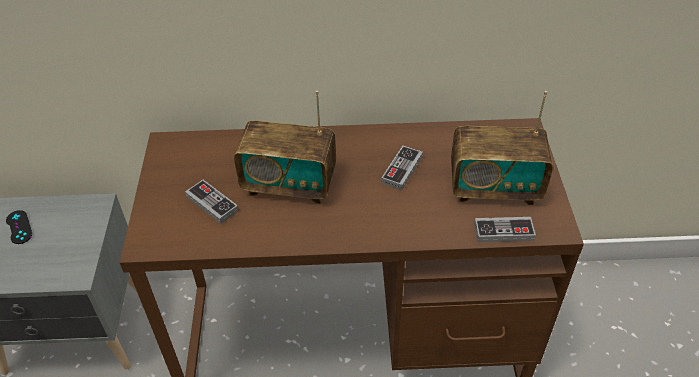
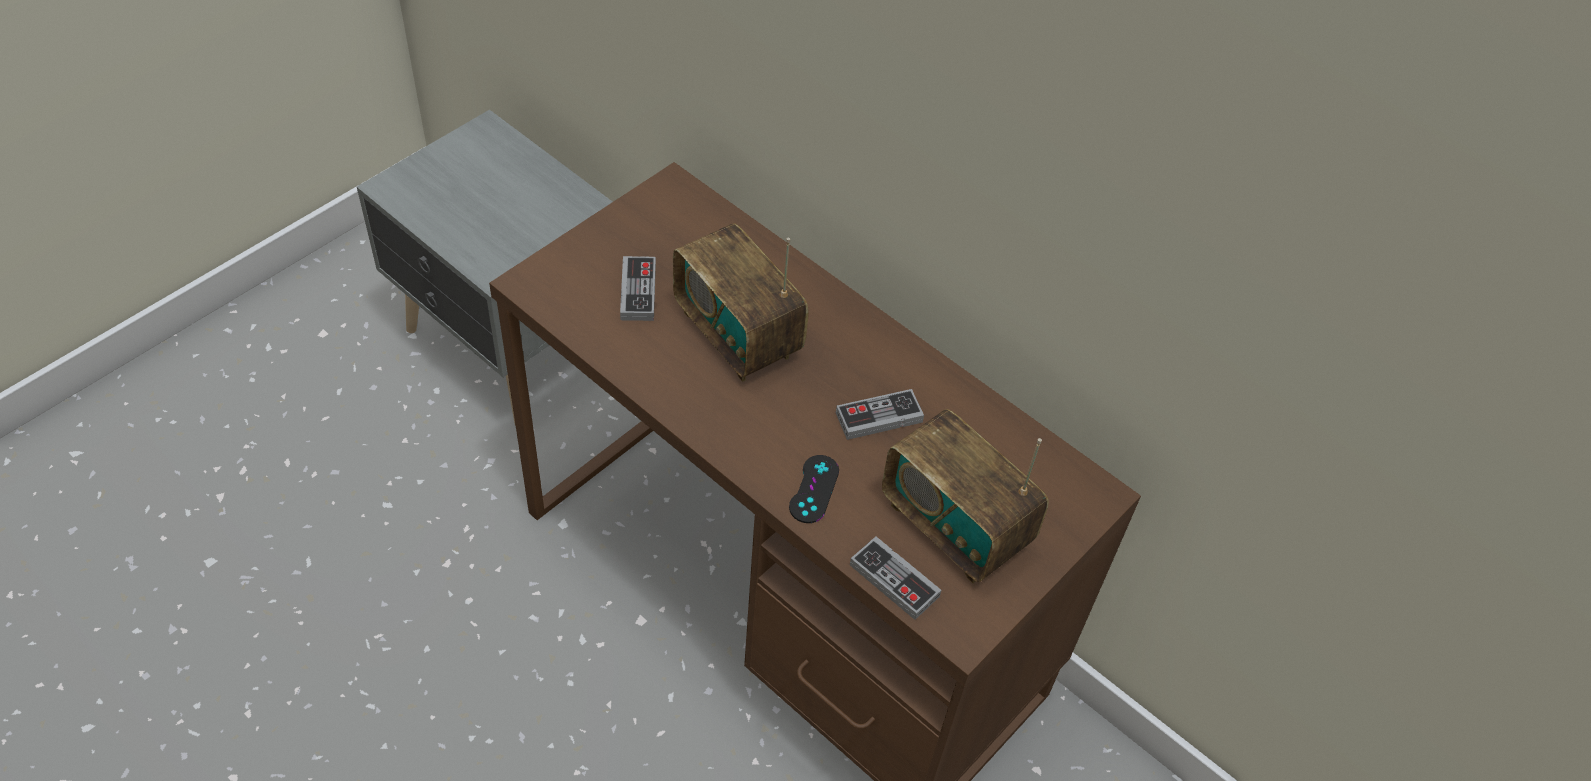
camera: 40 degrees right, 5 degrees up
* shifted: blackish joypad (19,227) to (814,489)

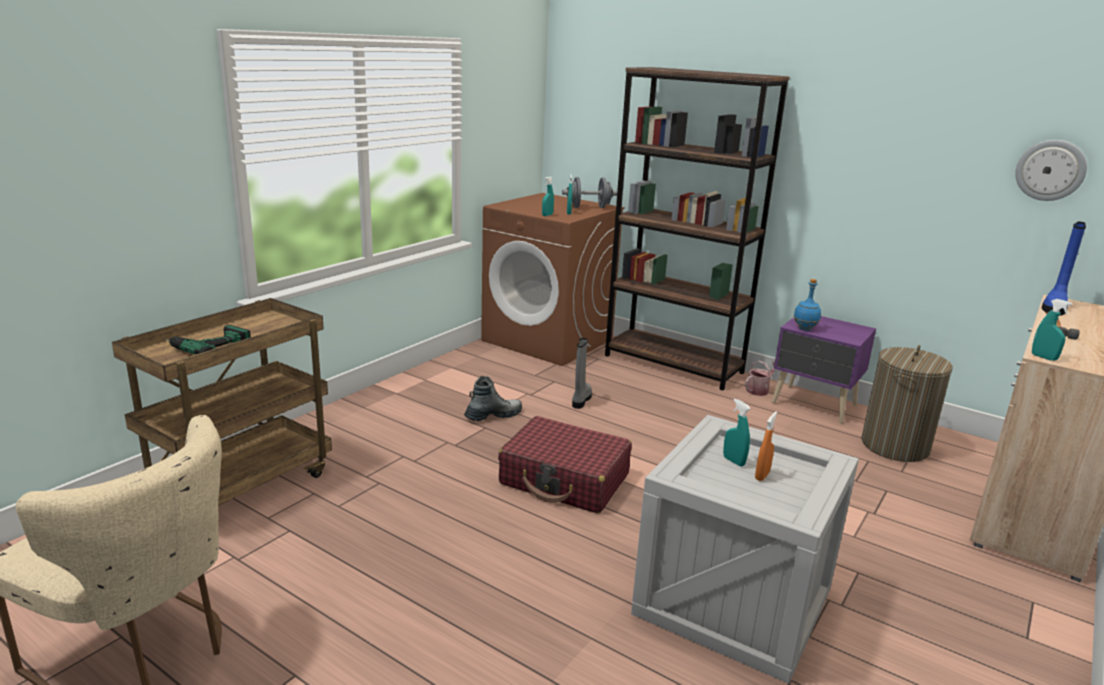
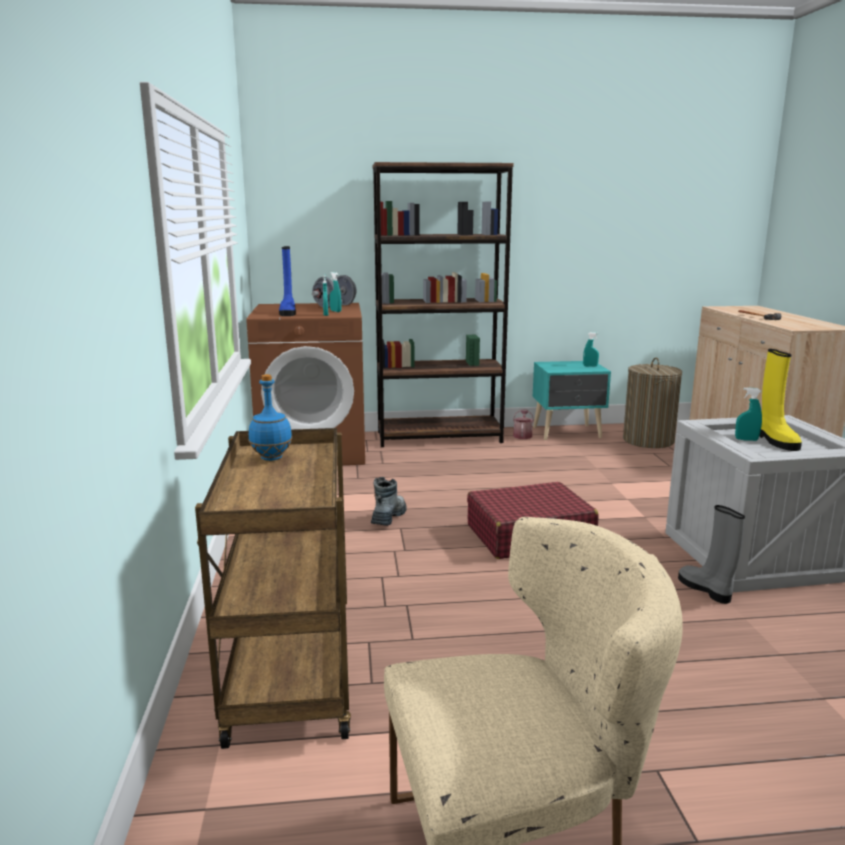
camera: 40 degrees left, 5 degrees down
* gone: wall clock (1050,170)
* shifted: blue-coloured boot (1054,307) to (288,313)
* shifted: blue-coloured beverage bottle (804,329) to (271,458)
* shifted: turquoise-coloured spray bottle (1043,357) to (590,366)
* repainted: purple-coloured night table (814,405) to turquoise-coloured night table (568,433)
* gone: power drill (204,344)
* shifted: gray boot (581,400) to (706,590)
* swapped: orangey spray bottle (762,475) to yellowish boot (775,441)

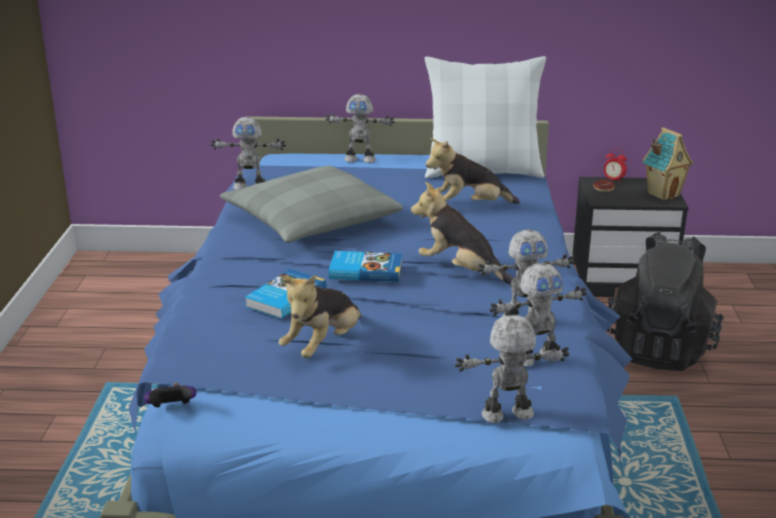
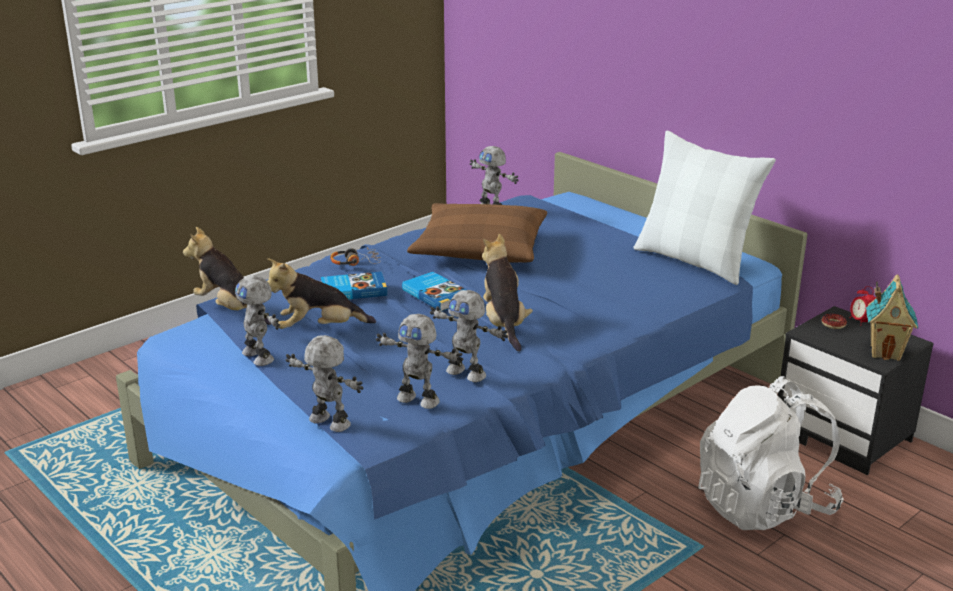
camera: 45 degrees right, 0 degrees up
* shifted: model robot (360,159) to (259,356)
* shifted: cuddly toy (468,206) to (230,310)
* repainted: gray throw pillow (311,221) to brown-coloured throw pillow (479,248)
* repainted: blackish knapsack (660,349) to white knapsack (763,506)
* gone: joypad (172,409)
* new: headphones (355,262)

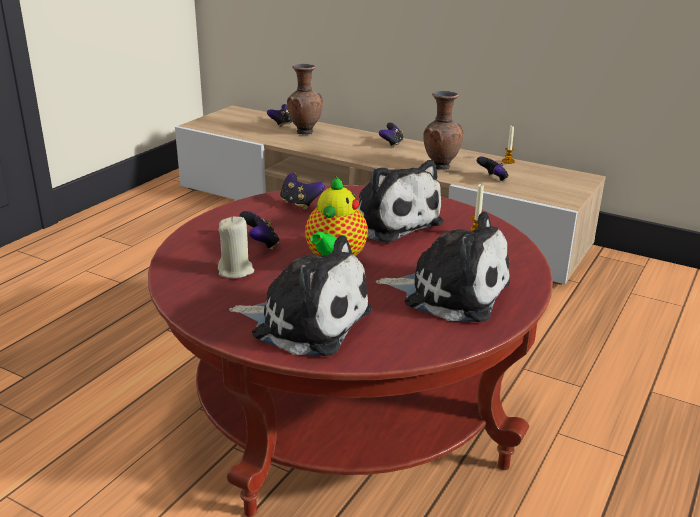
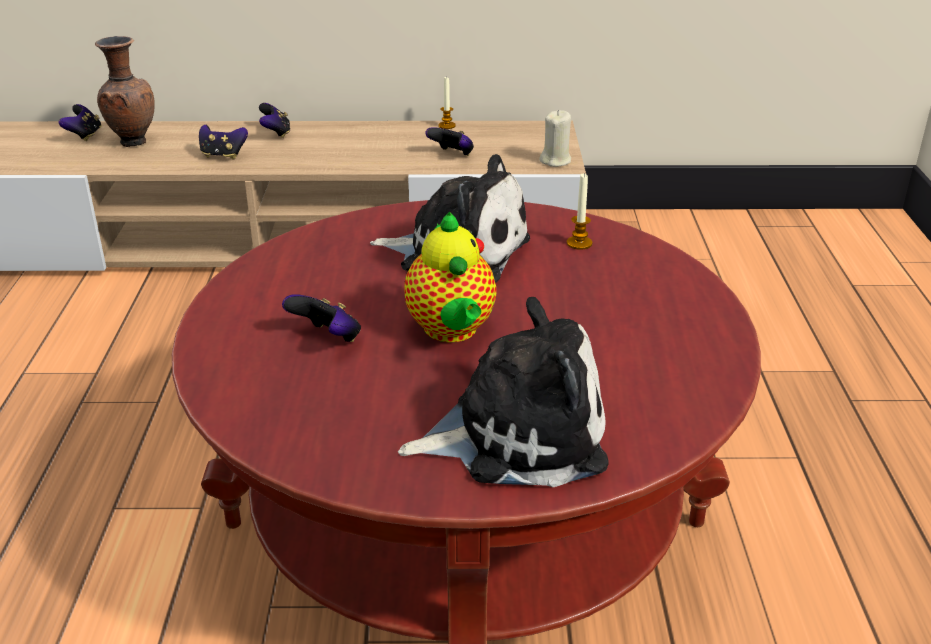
camera: 30 degrees left, 5 degrees up
* gone: brown-coloured vase (440,167)
* shifted: joypad (300,204) to (223,155)
* gone: cuddly toy (450,293)
* shifted: beige-coloured wax candle (236,271) to (555,161)

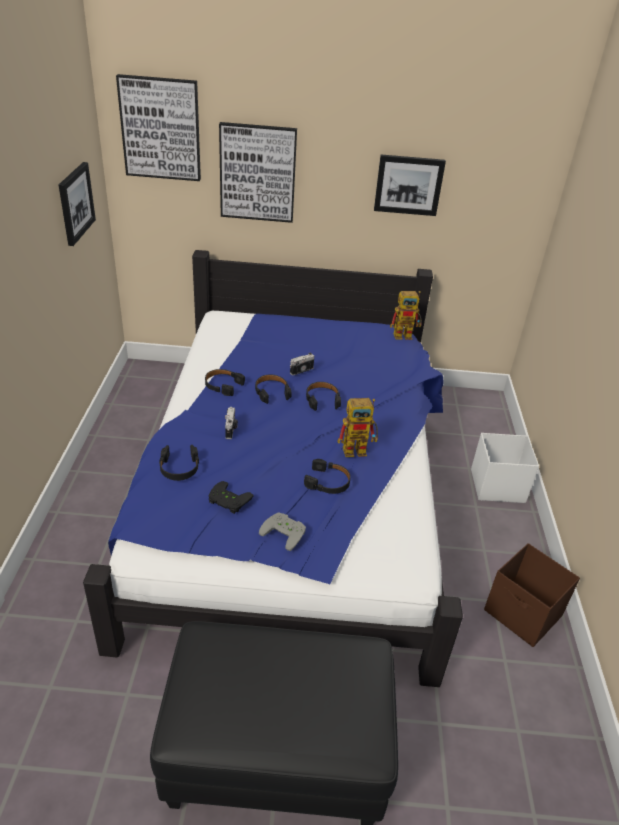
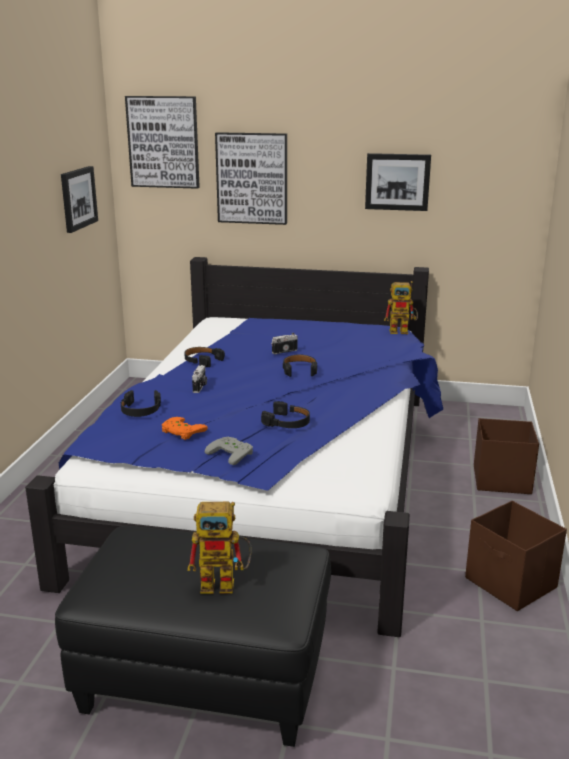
camera: 10 degrees right, 15 degrees down
* gone: blackish headphones (271,392)
* shifted: model robot (359,449) to (225,583)
* repainted: white storage box (496,486) to brown-coloured storage box (500,480)
* repainted: blackish joypad (227,501) to orangey joypad (181,431)

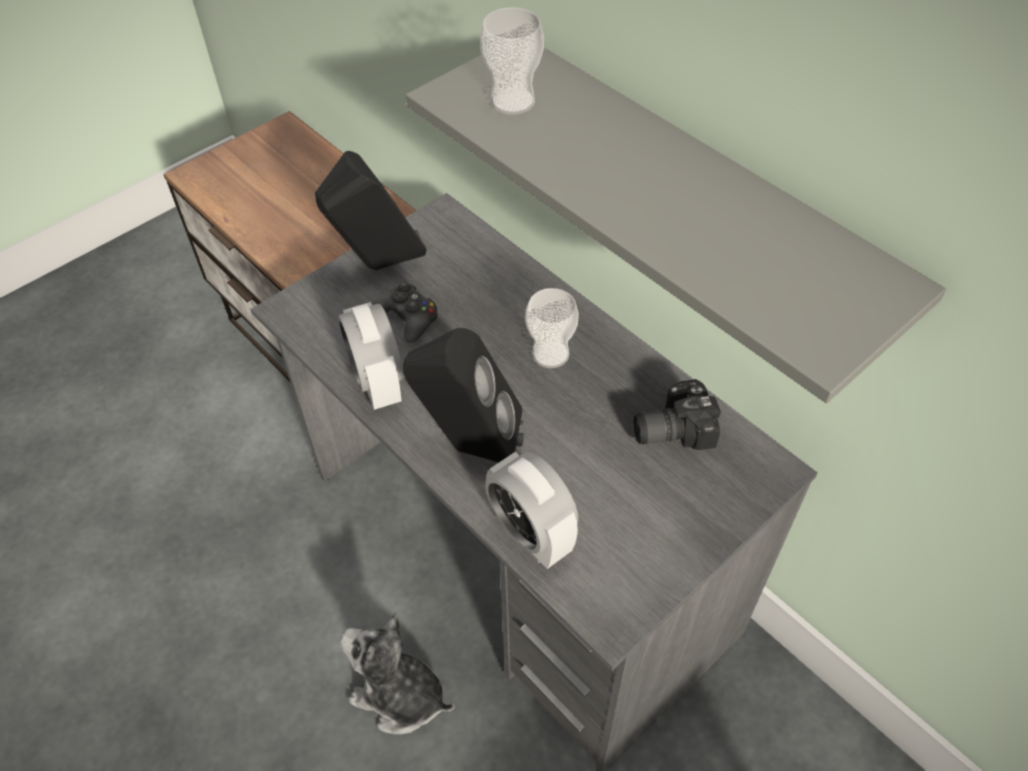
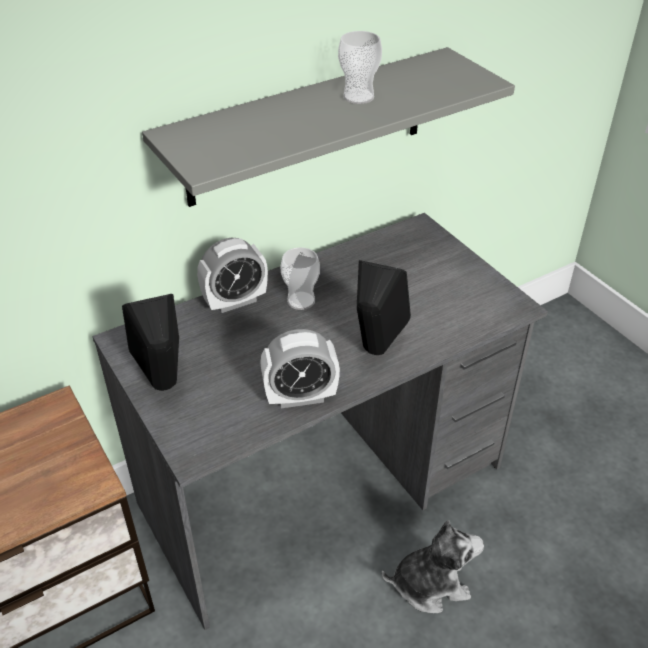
camera: 80 degrees left, 10 degrees down
* shifted: cup (512,101) to (358,97)
* gone: blackish joypad (408,318)
* gone: still camera (670,428)
* shifted: table clock (531,534) to (235,301)
* rotated: cuddly toy (399,695) = (430,584) 135 degrees counterclockwise

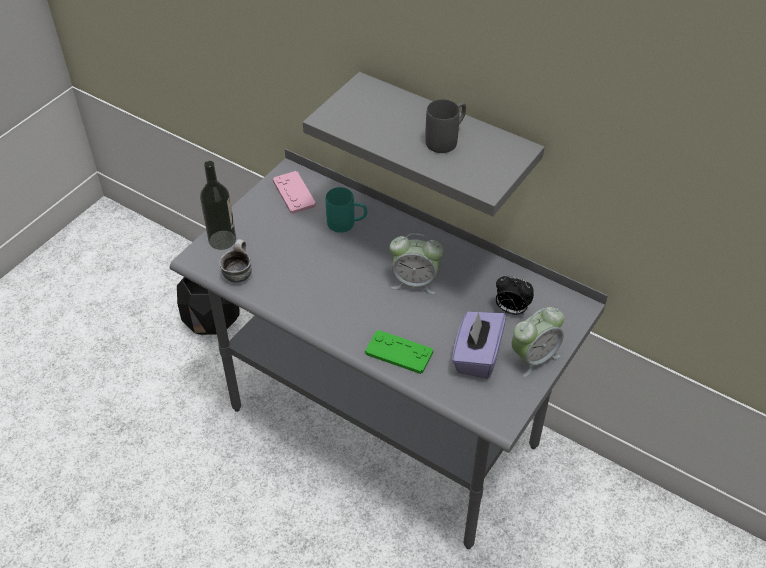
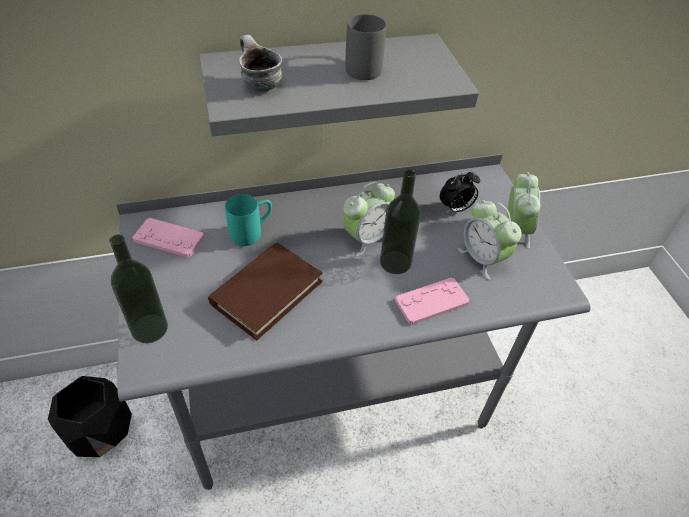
camera: 50 degrees left, 0 degrees up
* shifted: mug (238,272) to (258,83)
* swapped: purple-coloured tissue box (477,356) to table clock (482,258)
* repainted: green-coloured joypad (399,353) to pink-coloured joypad (431,302)
* new: beverage bottle (395,262)
* new: brown-coloured book (267,292)

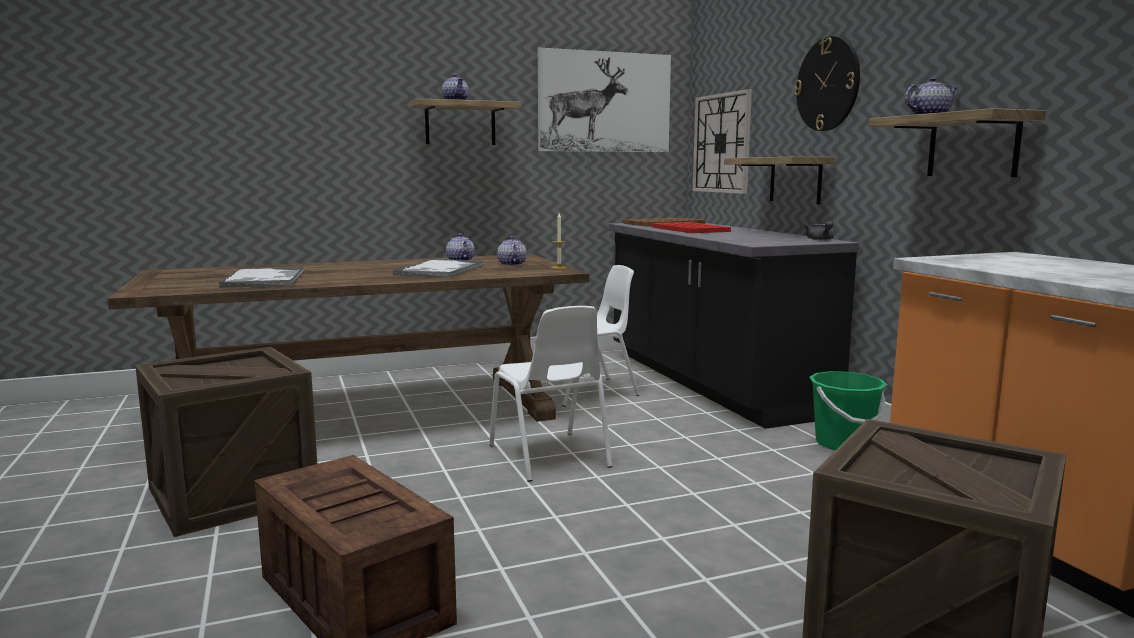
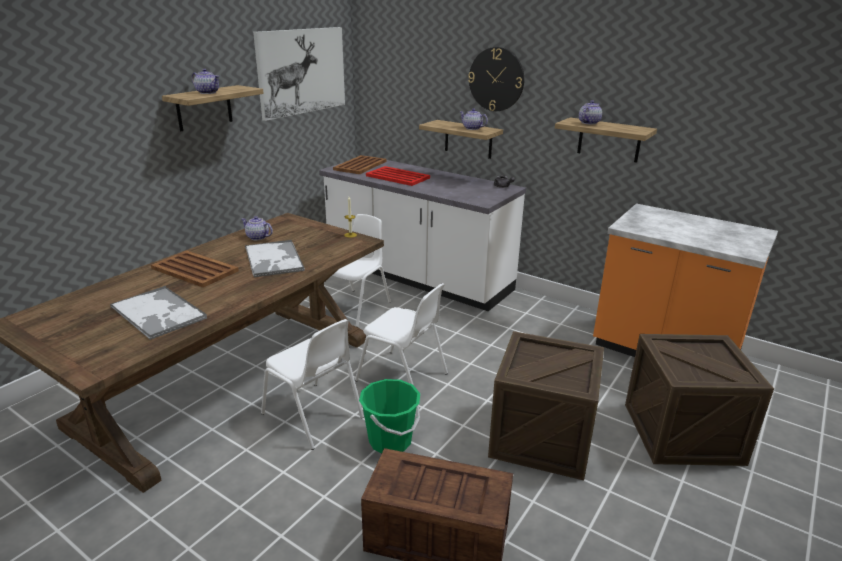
camera: 35 degrees left, 15 degrees up
* gone: wall clock (722,143)
* repainted: blackish kitchen counter (709,382) to white kitchen counter (417,277)
* shifted: pot for tea (511,264) to (472,128)
* shifted: packing crate (233,494) to (541,438)
* shifted: green-coloured bucket (842,444) to (390,440)
* new: brown-coloured tray (194,269)
* new: white plain chair (313,416)

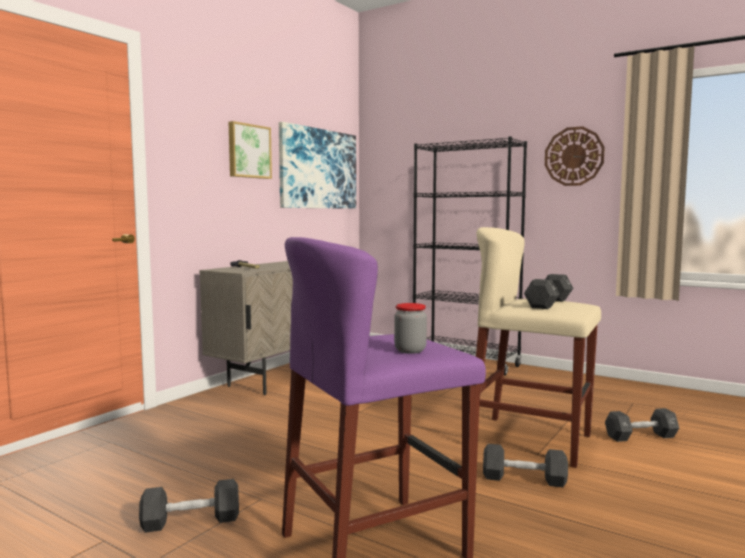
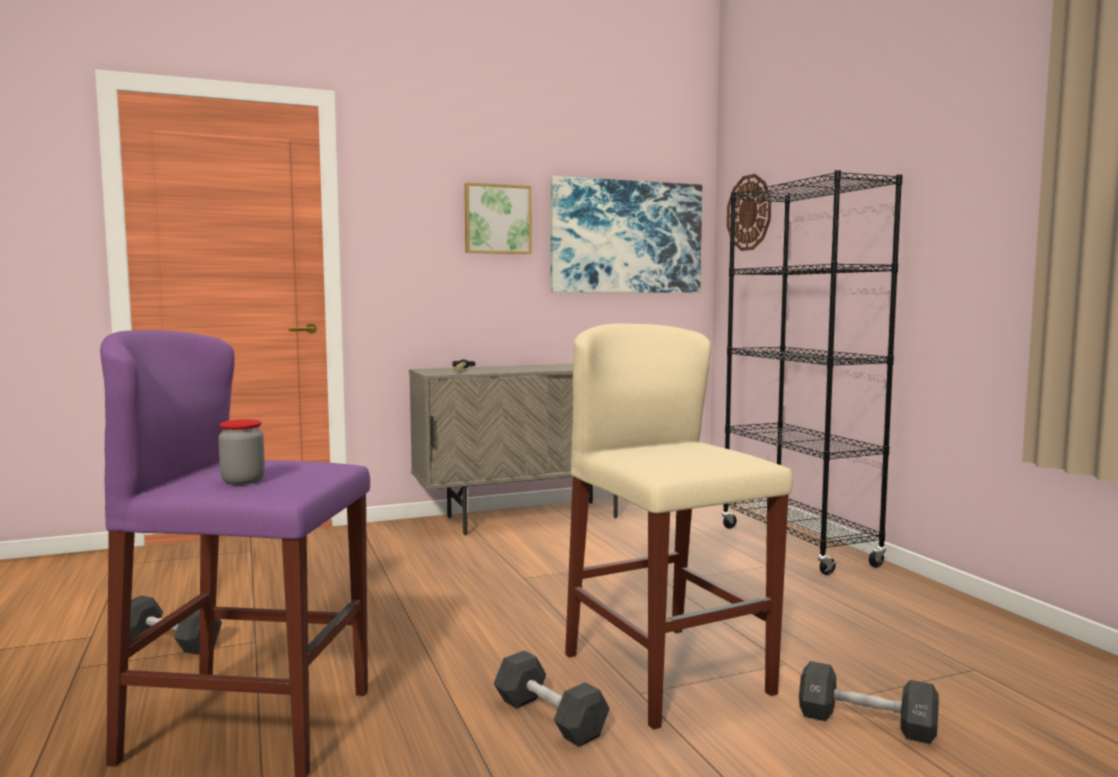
camera: 35 degrees right, 0 degrees up
* shifted: wall clock (574,156) to (749,213)
* gone: blackish free weight (549,303)

